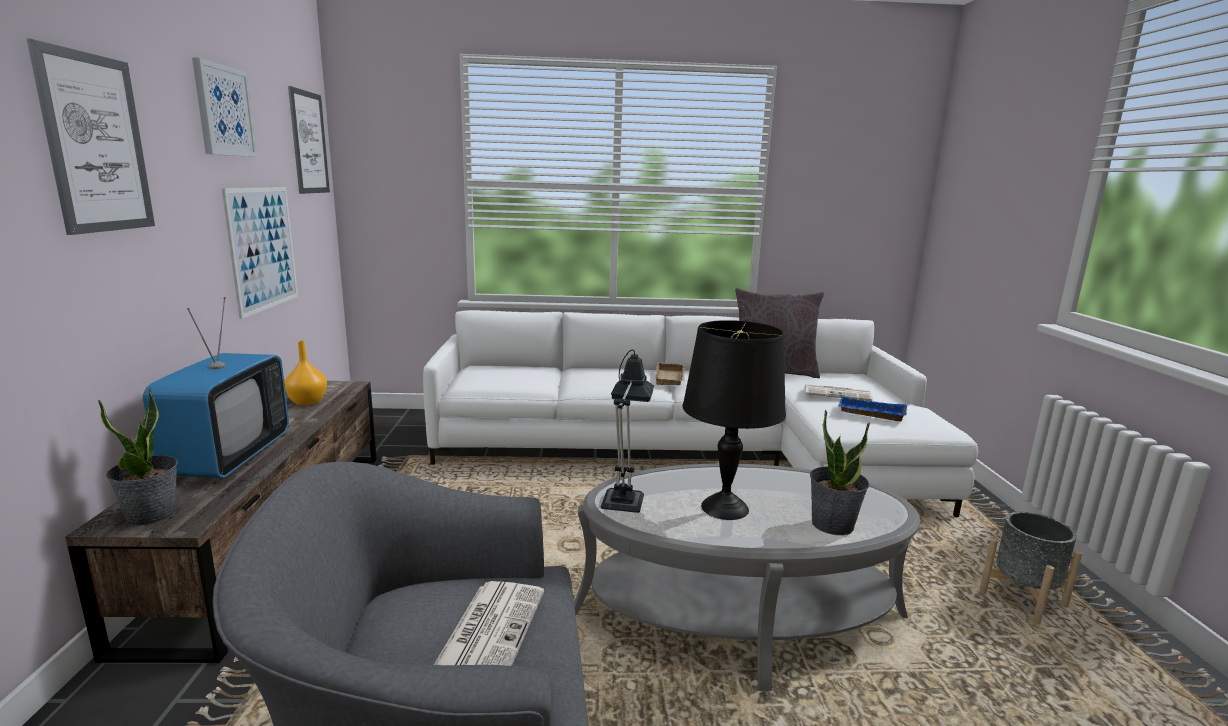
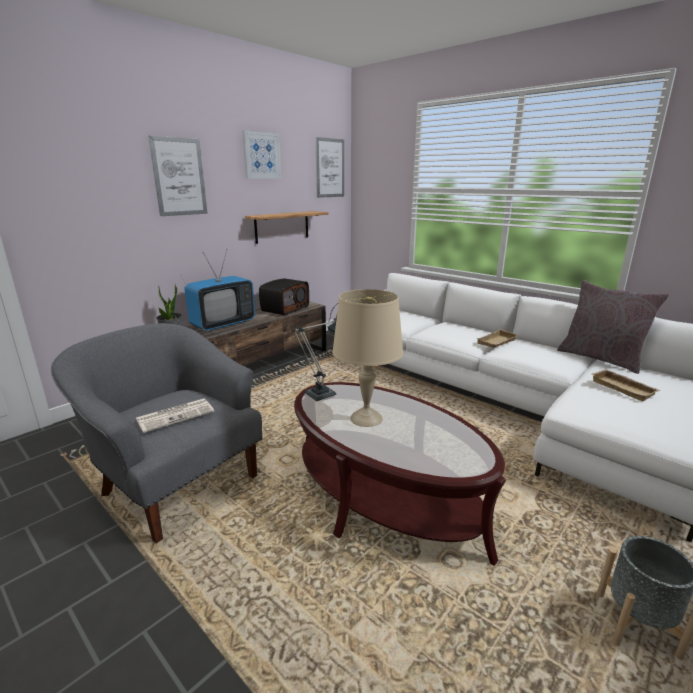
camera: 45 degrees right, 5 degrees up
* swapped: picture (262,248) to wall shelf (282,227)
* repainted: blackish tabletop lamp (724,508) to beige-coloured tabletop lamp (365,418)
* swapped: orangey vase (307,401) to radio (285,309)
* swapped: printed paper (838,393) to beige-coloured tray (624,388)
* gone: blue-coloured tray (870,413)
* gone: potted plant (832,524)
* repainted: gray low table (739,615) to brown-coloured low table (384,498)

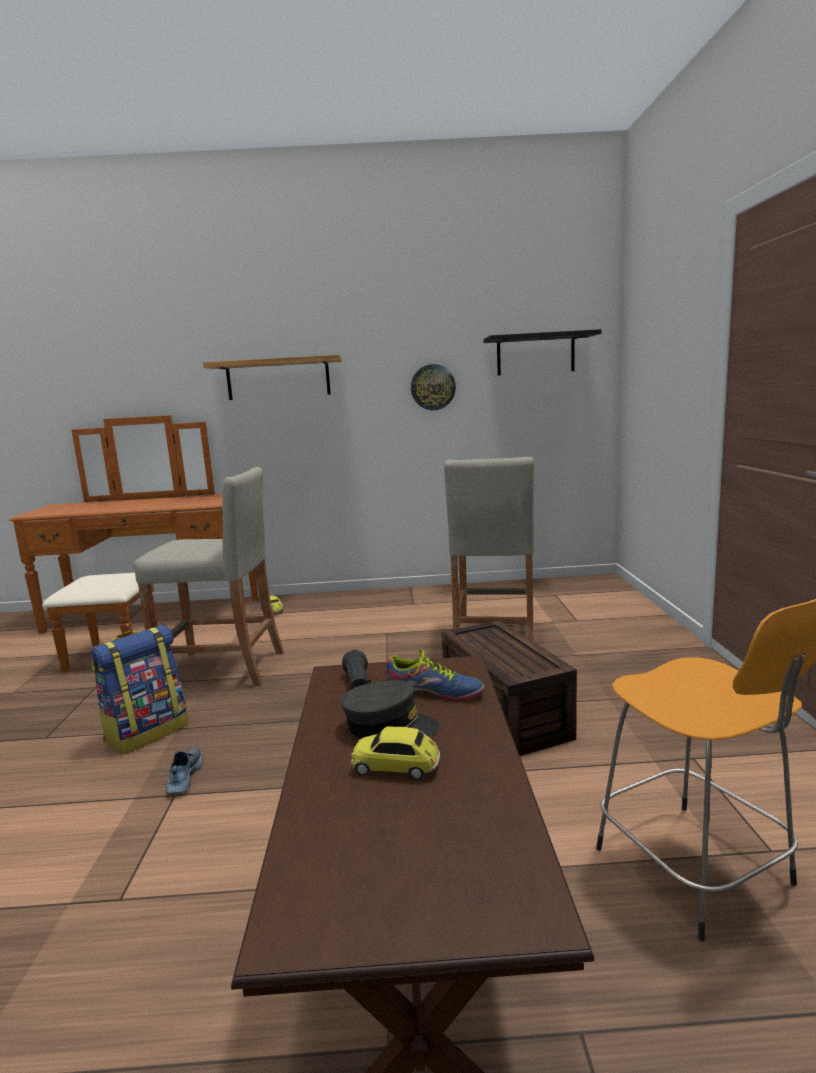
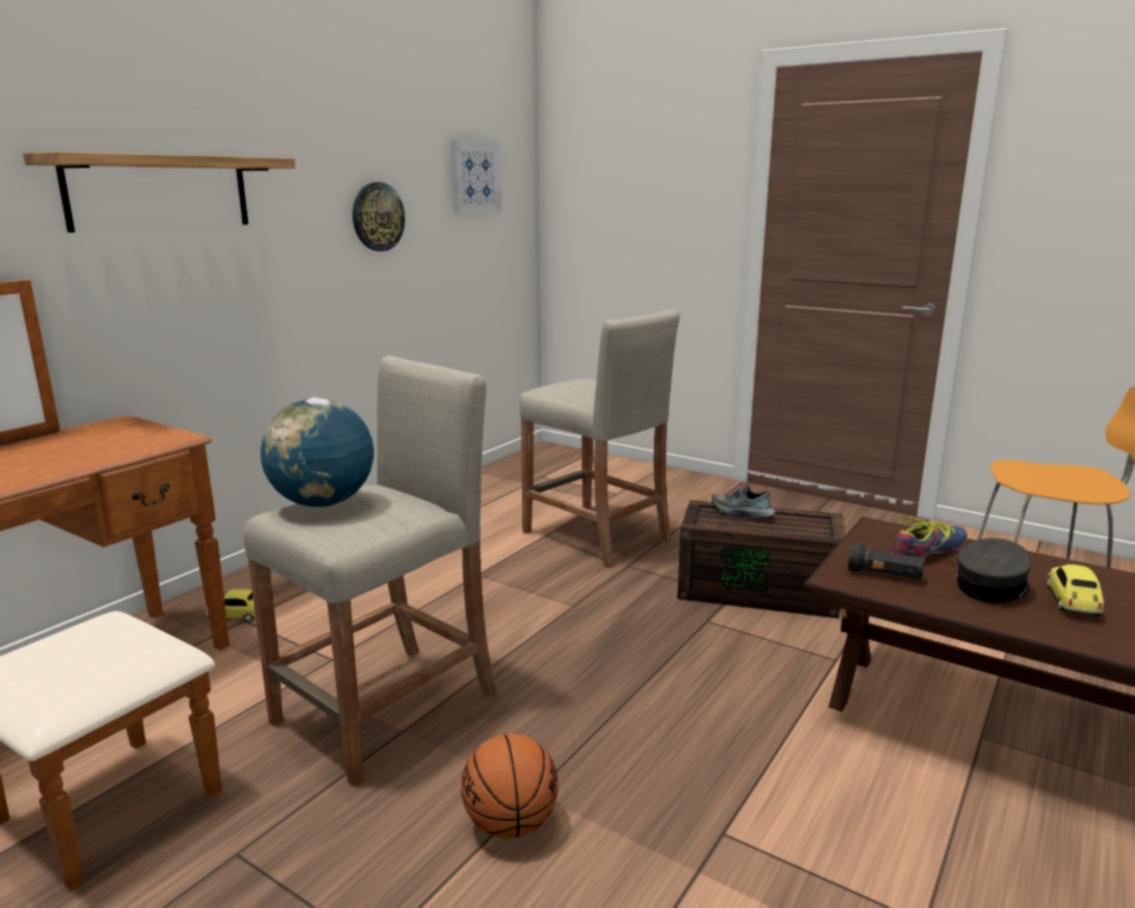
camera: 55 degrees left, 5 degrees up
* swapped: blackish wall shelf (535,354) to picture (475,177)
* swapped: knapsack (147,732) to basketball (510,824)
* rotated: miniature car (396,767) = (1072,602) 150 degrees clockwise
* shifted: item of footwear (183,777) to (741,512)
* new: world globe (323,503)

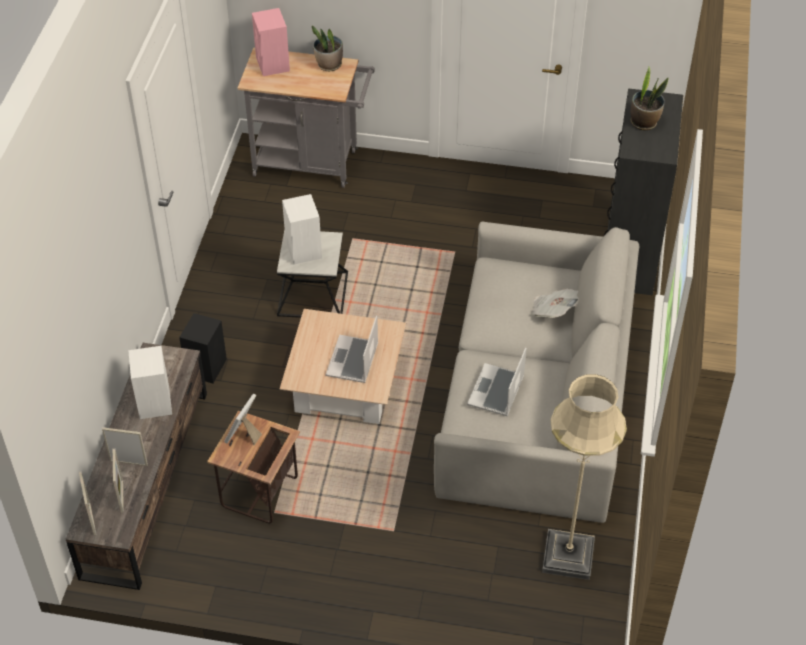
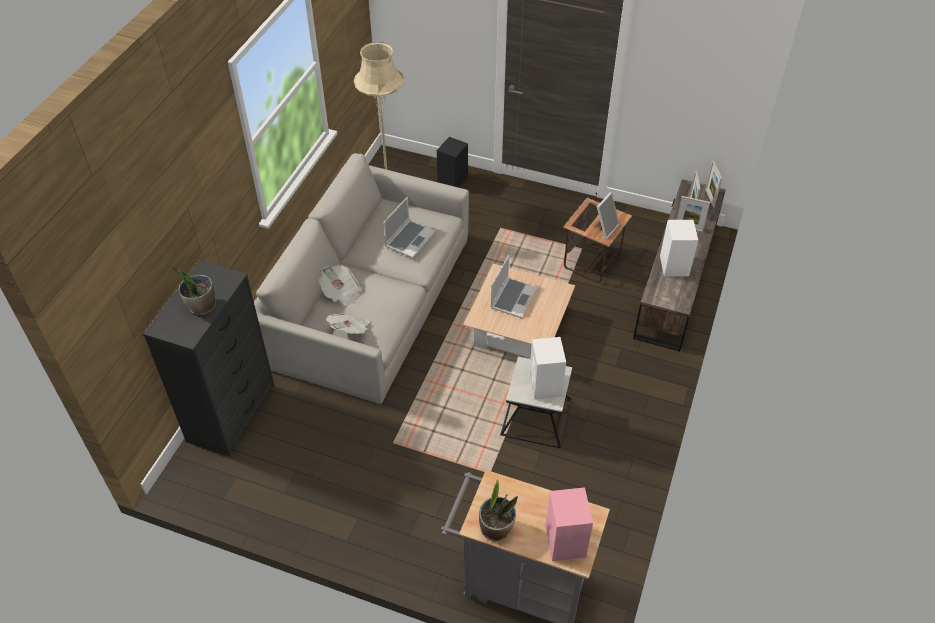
camera: 170 degrees left, 0 degrees up
* shifted: blackish audio speaker (206,366) to (452,180)
* new: printed paper (350,330)

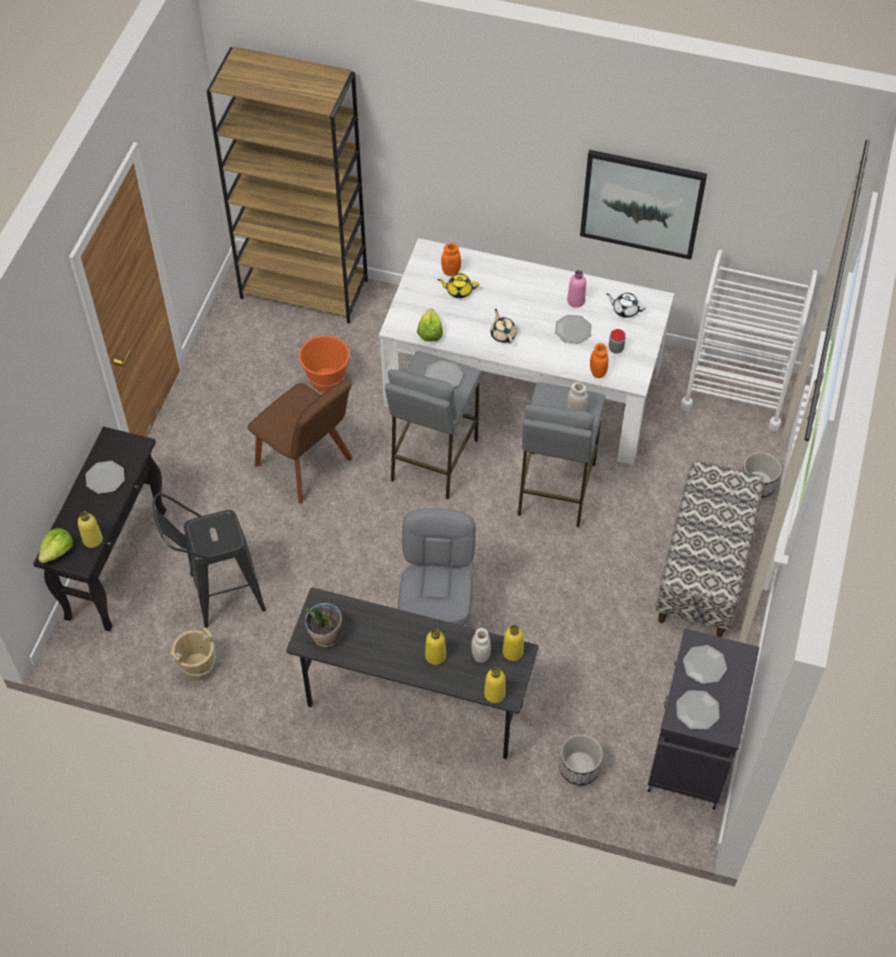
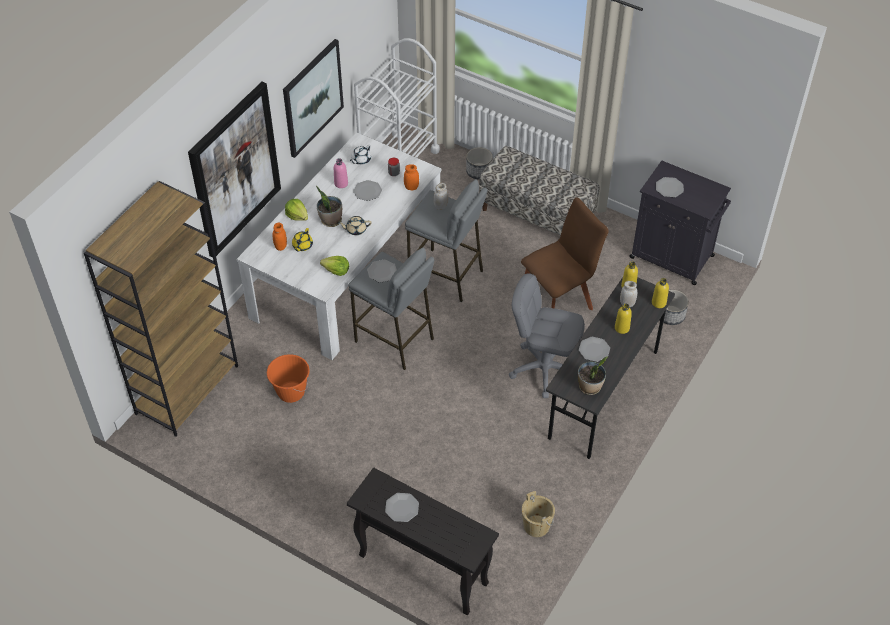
camera: 75 degrees left, 5 degrees down
* shifted: brown-coloured plain chair (307,465) to (559,299)
* gone: blackish stool (218,594)
* gone: yellowish beverage bottle (92,539)
* shifted: head of lettuce (58,551) to (297,215)
* shifted: dinner plate (697,710) to (594,350)
* new: picture (235,170)
* new: potted plant (330,220)

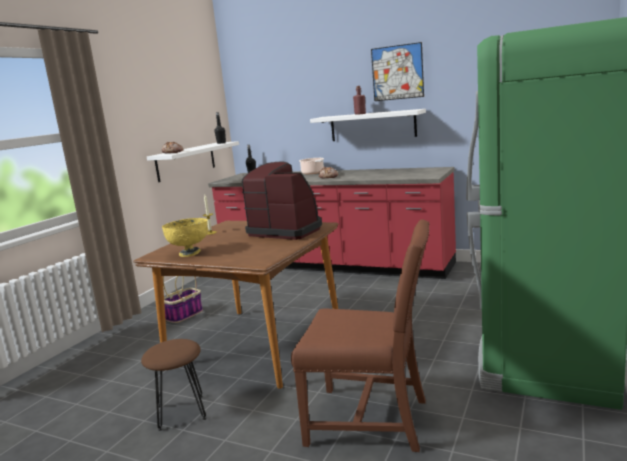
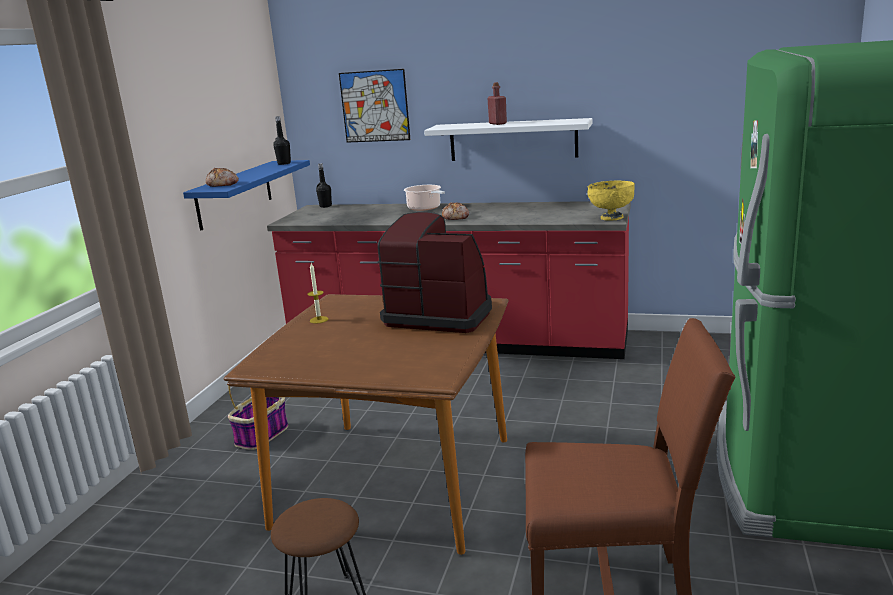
camera: 10 degrees left, 5 degrees up
* shifted: picture (397,72) to (375,106)
* repainted: white wall shelf (186,161) to blue-coloured wall shelf (235,194)
* shifted: yellowish bowl (189,253) to (611,218)

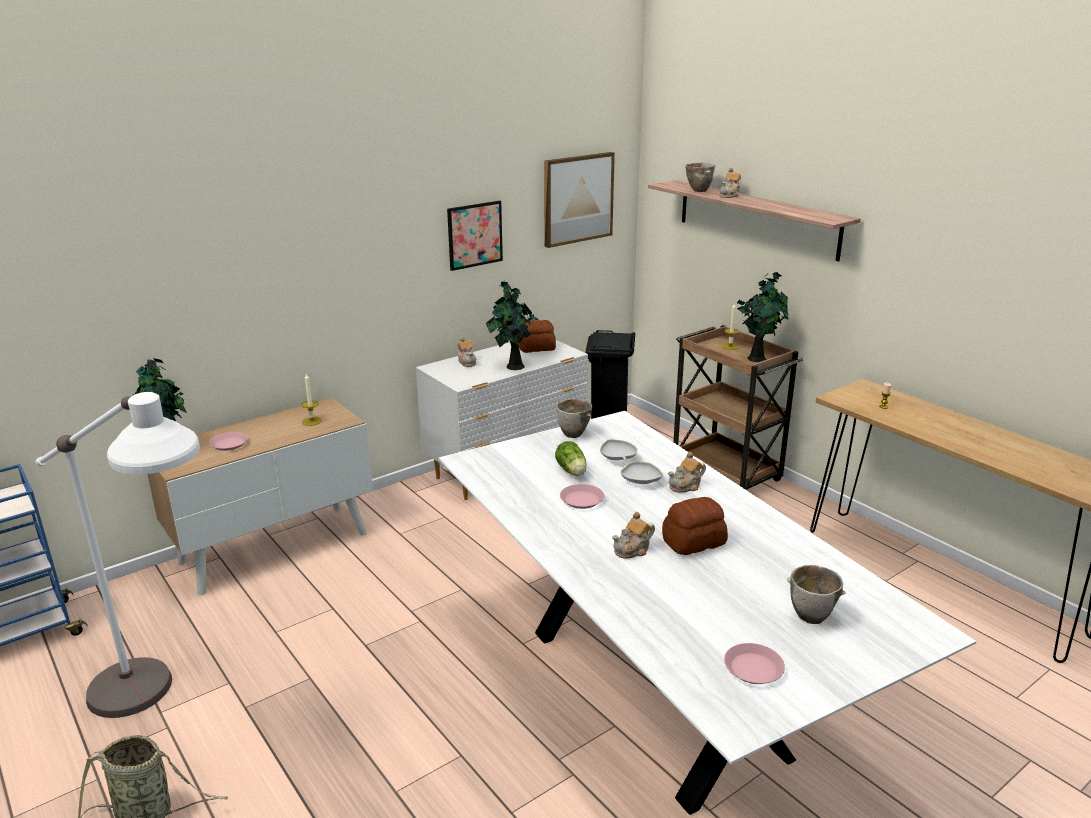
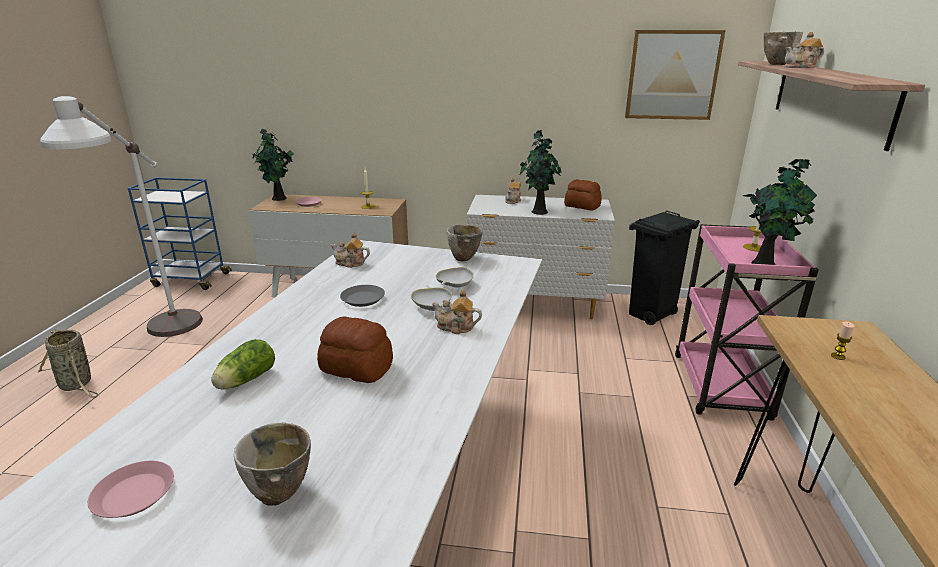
camera: 45 degrees right, 0 degrees up
* gone: picture (475,235)
* repainted: brown-coloured trolley (726,473) to pink-coloured trolley (721,388)
* shifted: head of lettuce (572,471) to (244,381)
* repainted: pink-coloured dinner plate (581,500) to gray dinner plate (363,299)
* shifted: pot for tea (633,550) to (350,263)

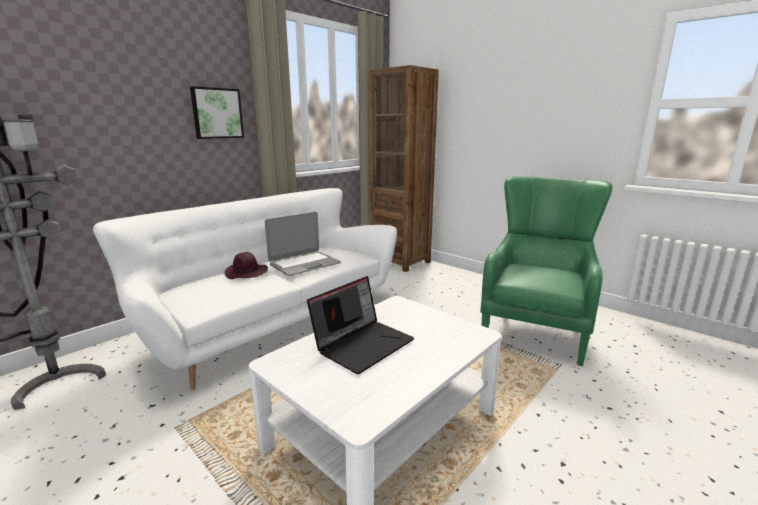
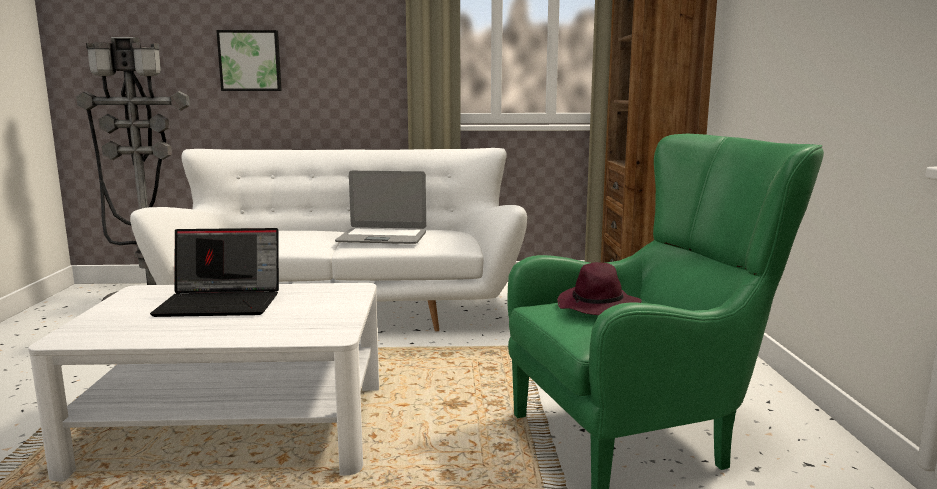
camera: 45 degrees right, 5 degrees down
* shifted: picture (217,113) to (250,61)
* shifted: purple-coloured clothing hat (247,273) to (598,307)

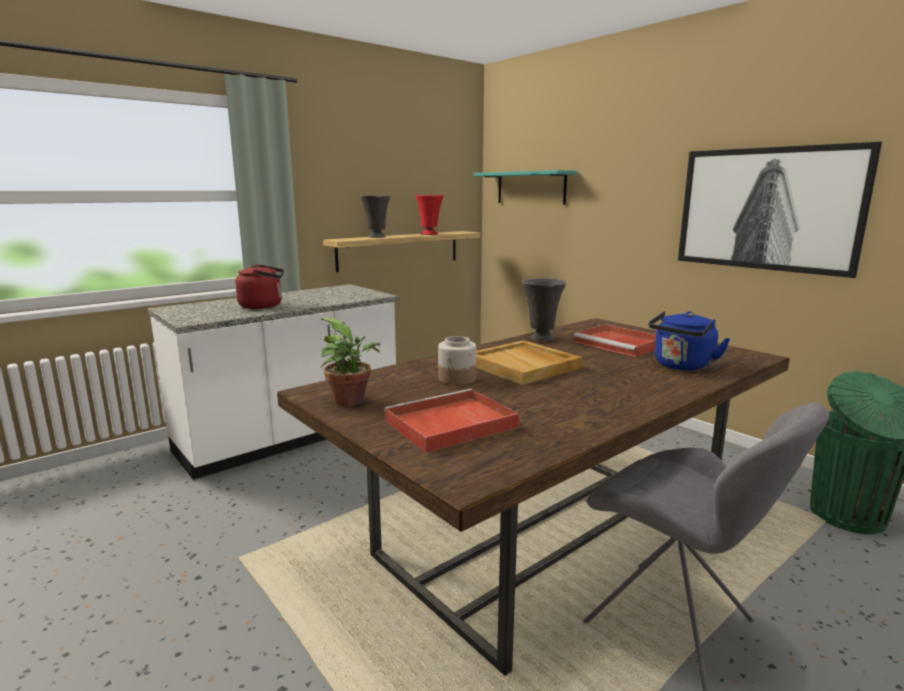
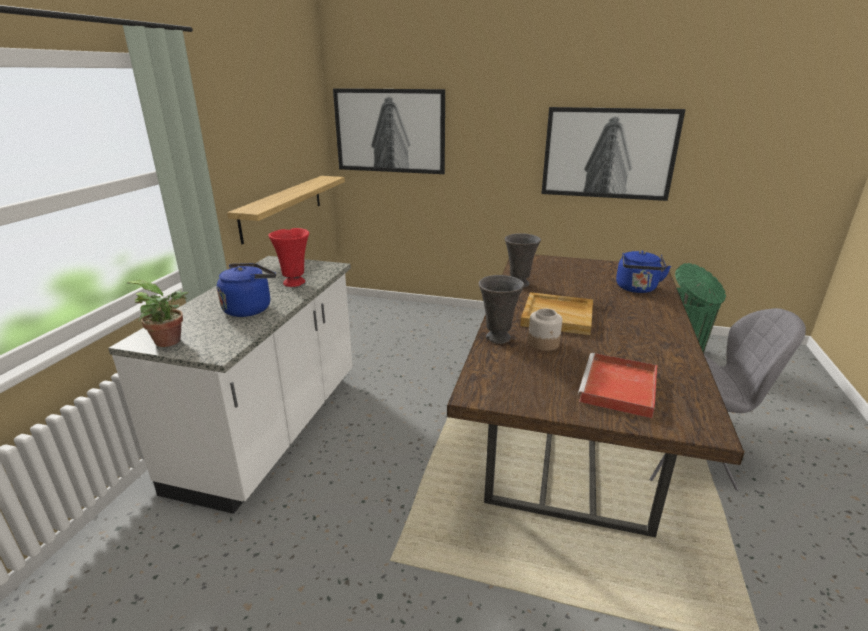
camera: 35 degrees left, 10 degrees up
* swapped: turquoise-coloured wall shelf (530,188) to picture (389,131)
* shifted: gray vase (376,237) to (498,338)
* shifted: reddish vase (430,234) to (295,283)
* repainted: reddish water kettle (264,306) to blue-coloured water kettle (250,308)
* shifted: potted plant (352,402) to (171,341)
* gone: reddish tray (621,344)

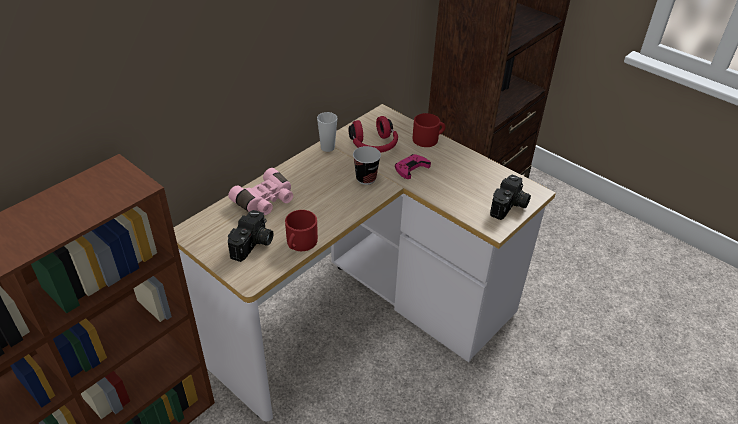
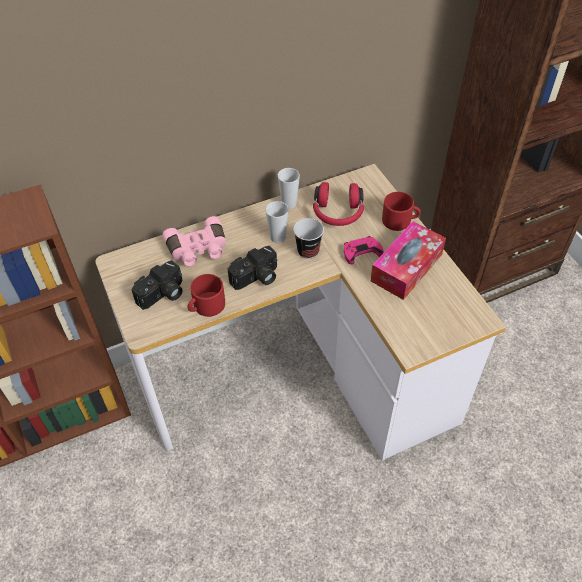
camera: 25 degrees right, 10 degrees up
* shifted: still camera (510,206) to (256,278)
* new: cup (277,237)
* new: tissue box (406,267)

